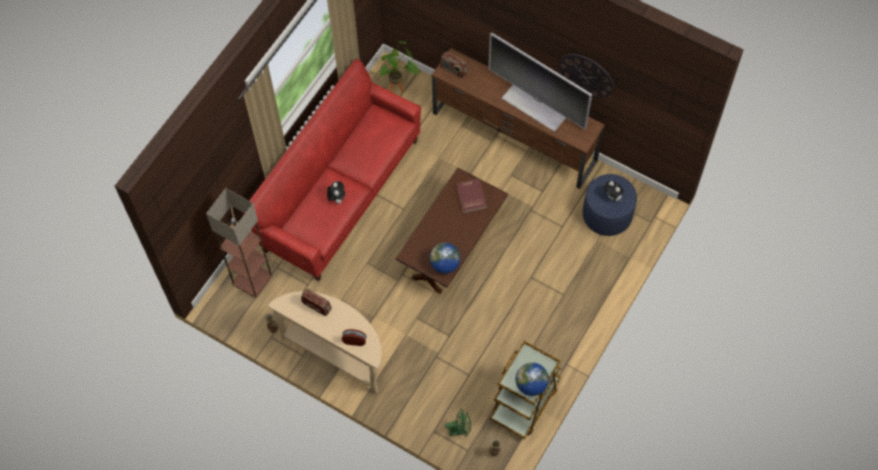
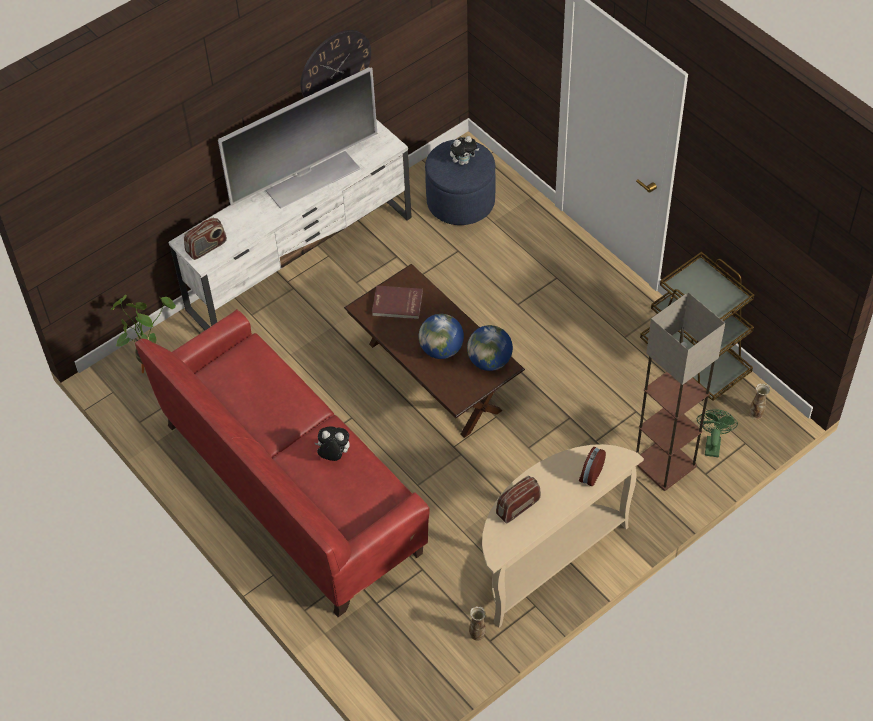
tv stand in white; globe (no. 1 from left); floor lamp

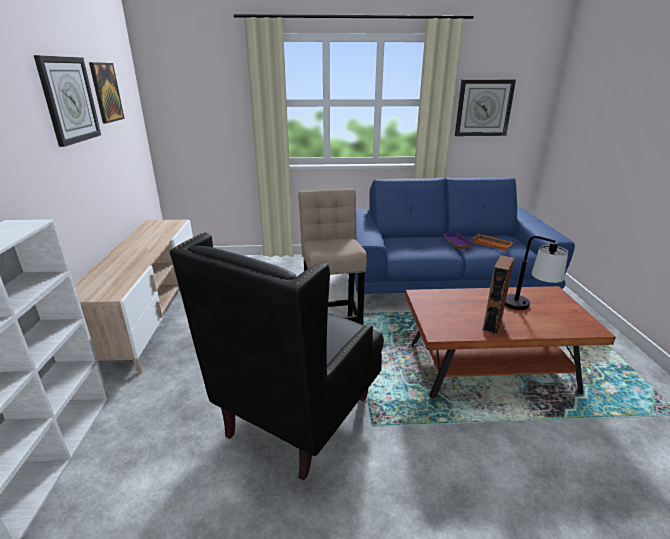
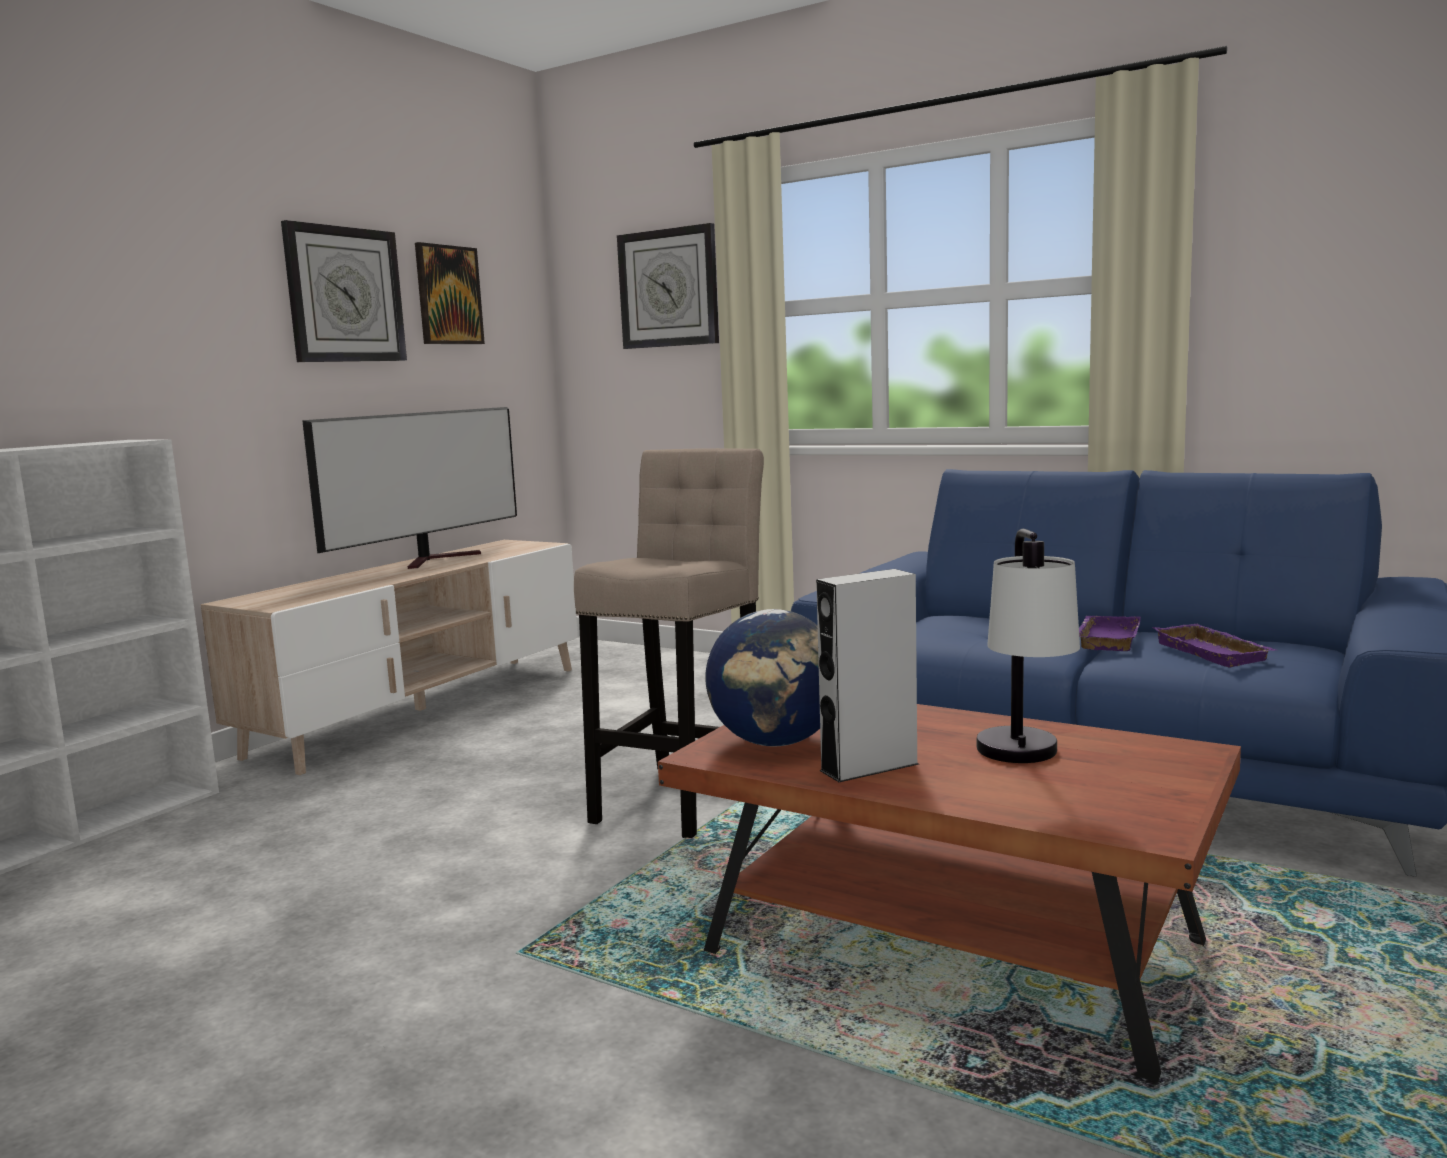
television; wall clock (no. 2 from left); globe; speaker in grey; tray in purple (no. 2 from left); armchair in black

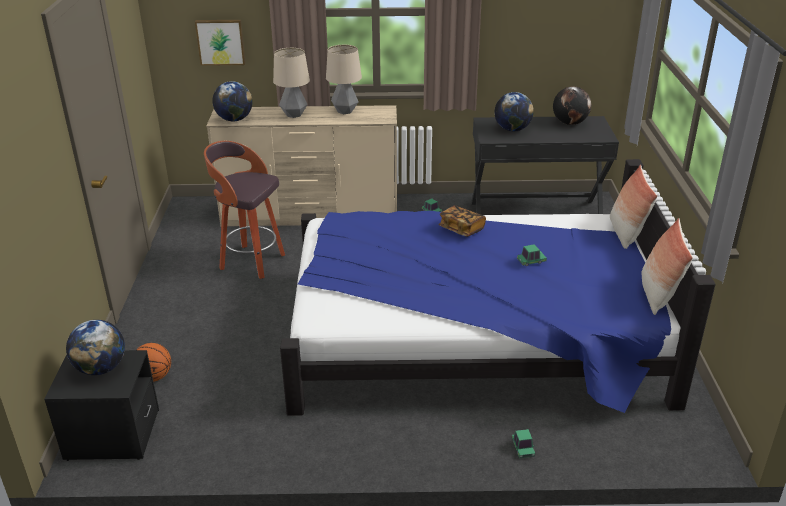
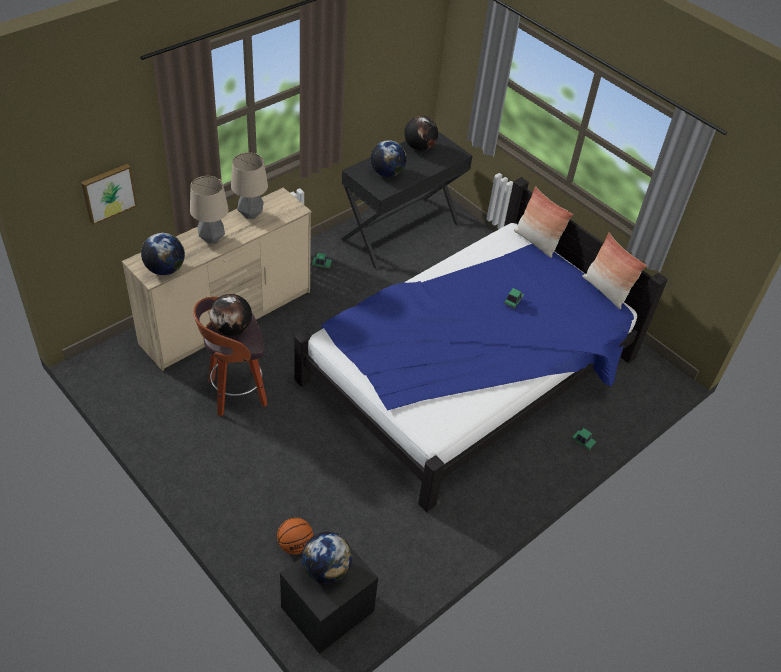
globe (no. 2 from left); book

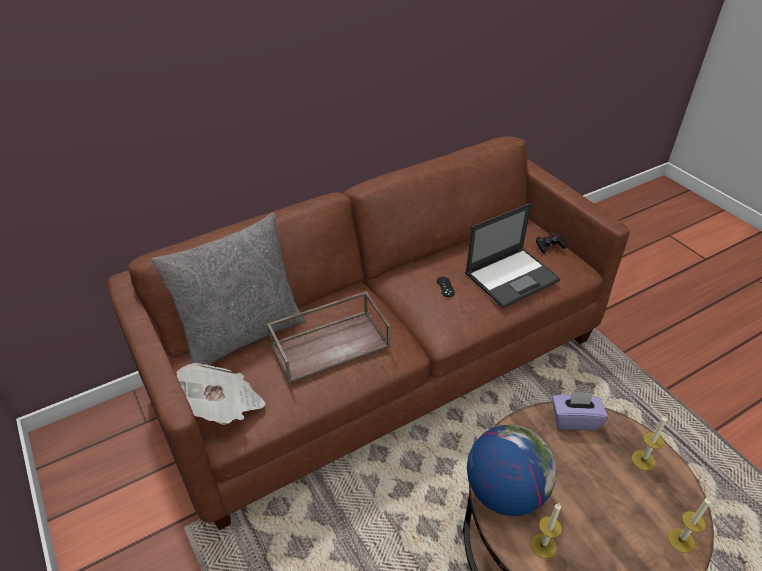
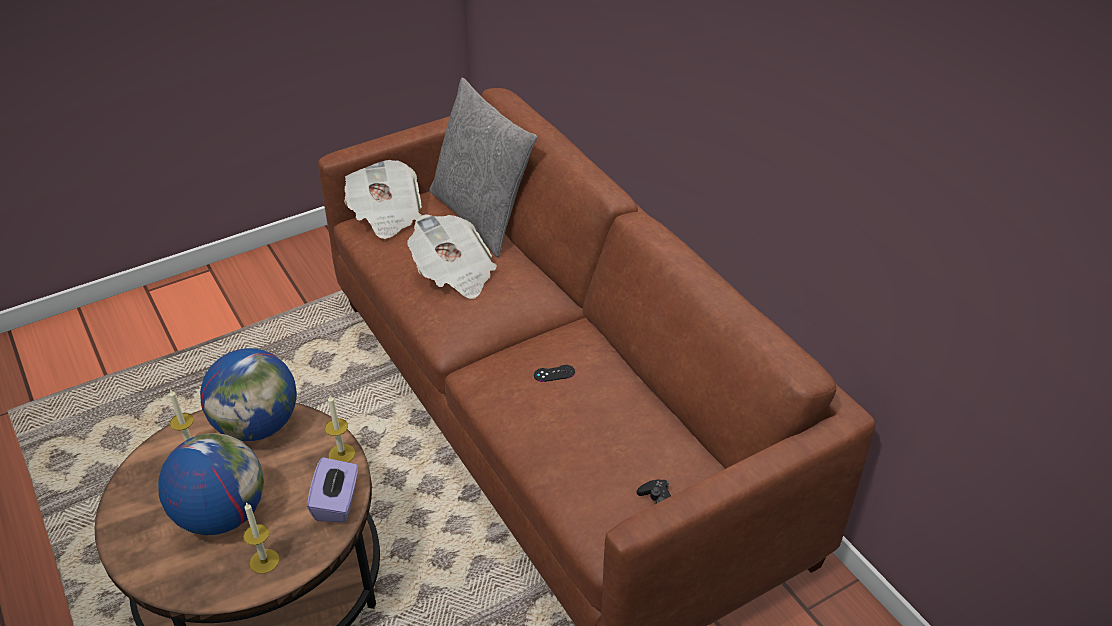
globe (no. 1 from left); candle (no. 3 from left); newspaper (no. 2 from left); laptop

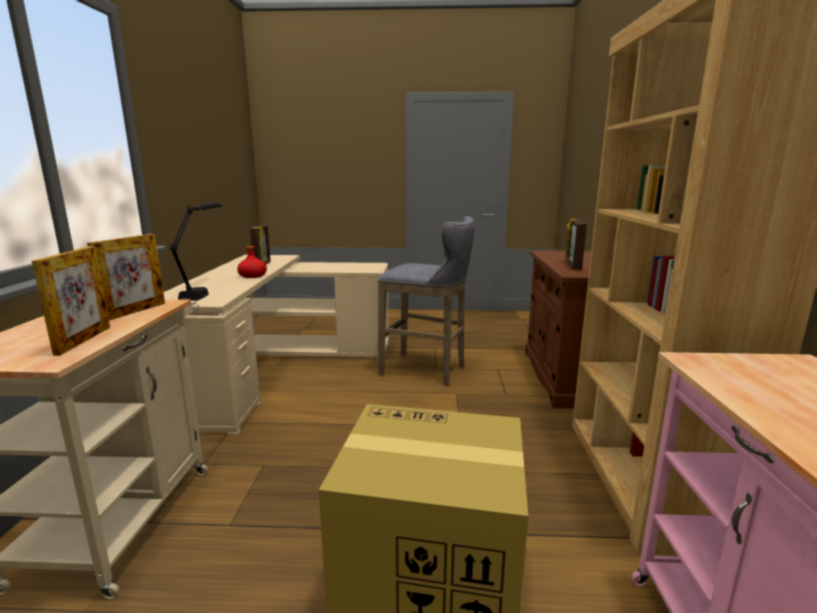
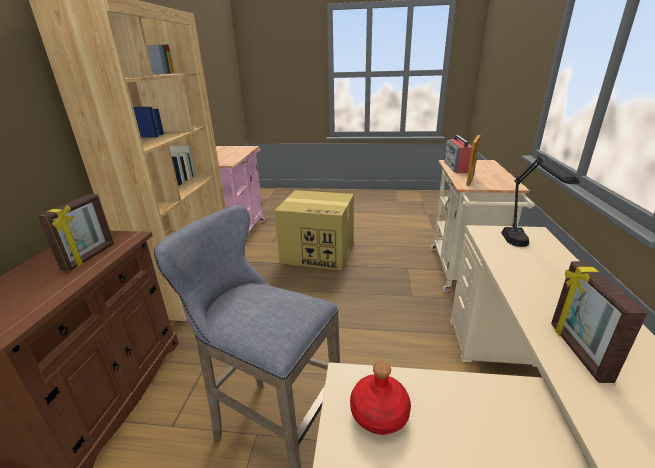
bottle in red; radio

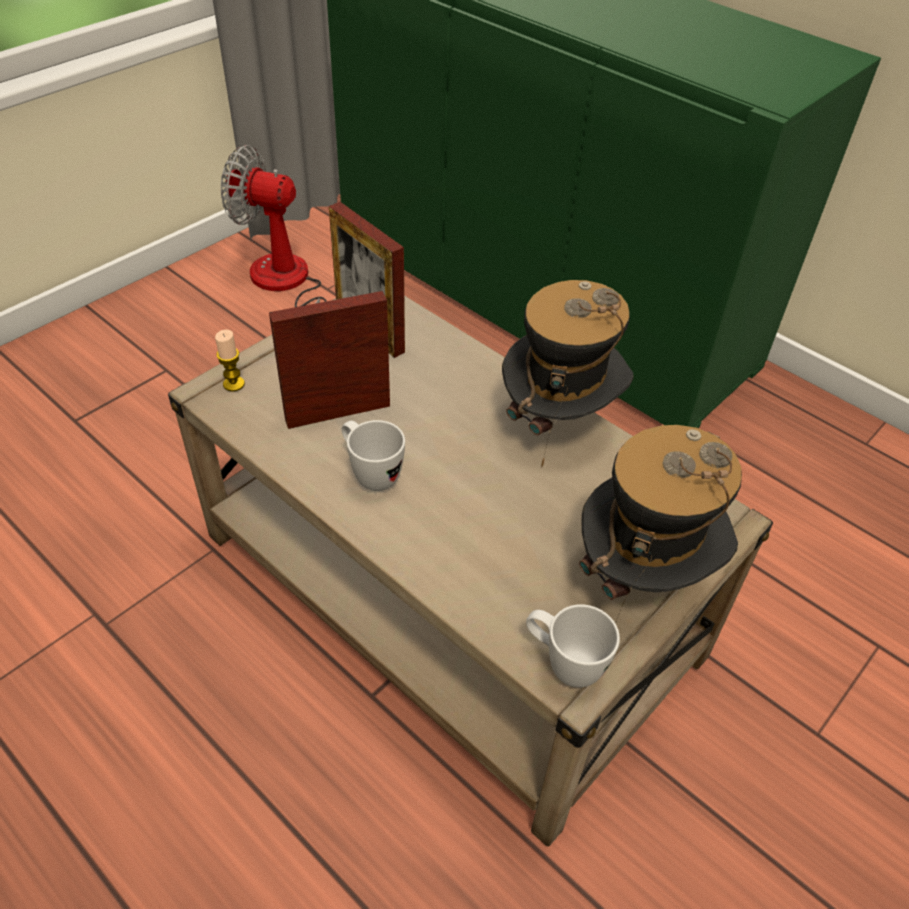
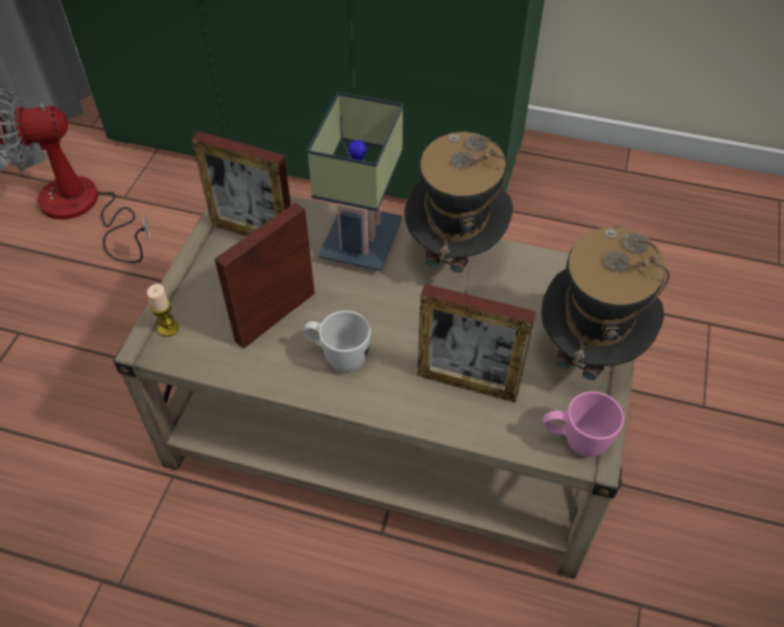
table lamp; picture frame (no. 3 from left); mug in pink

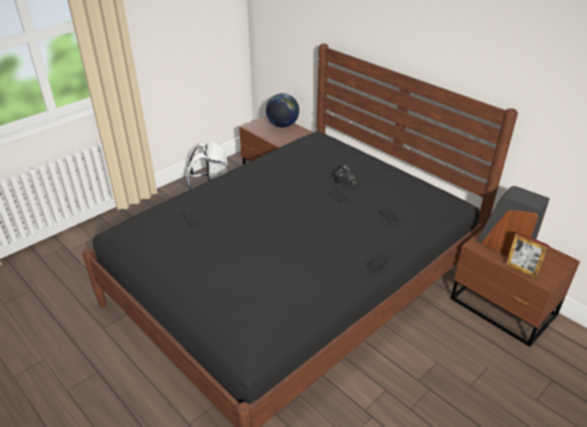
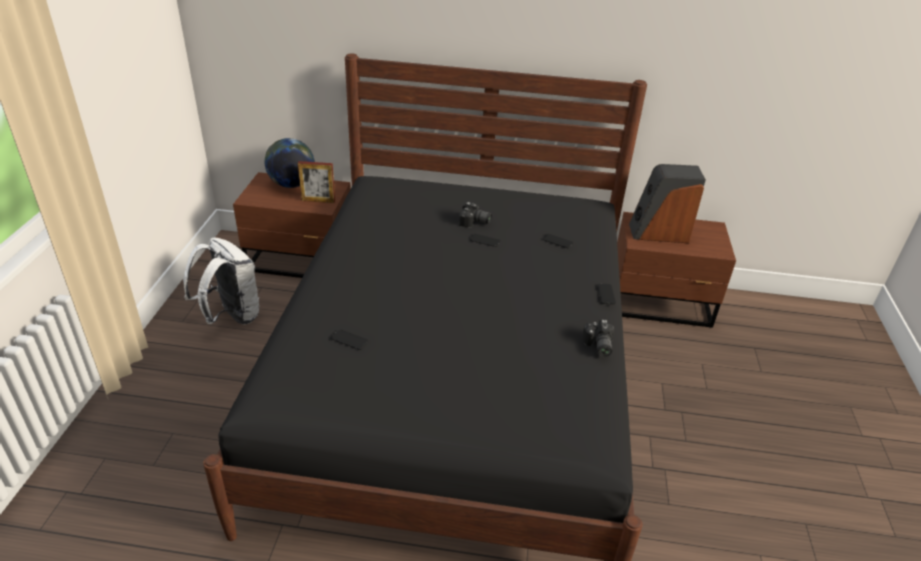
picture frame; photo camera (no. 2 from left)

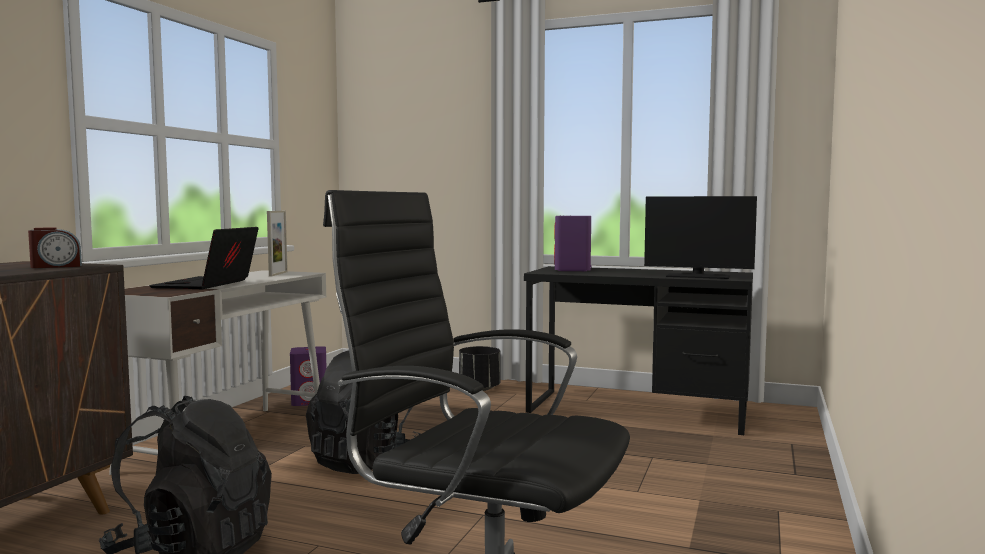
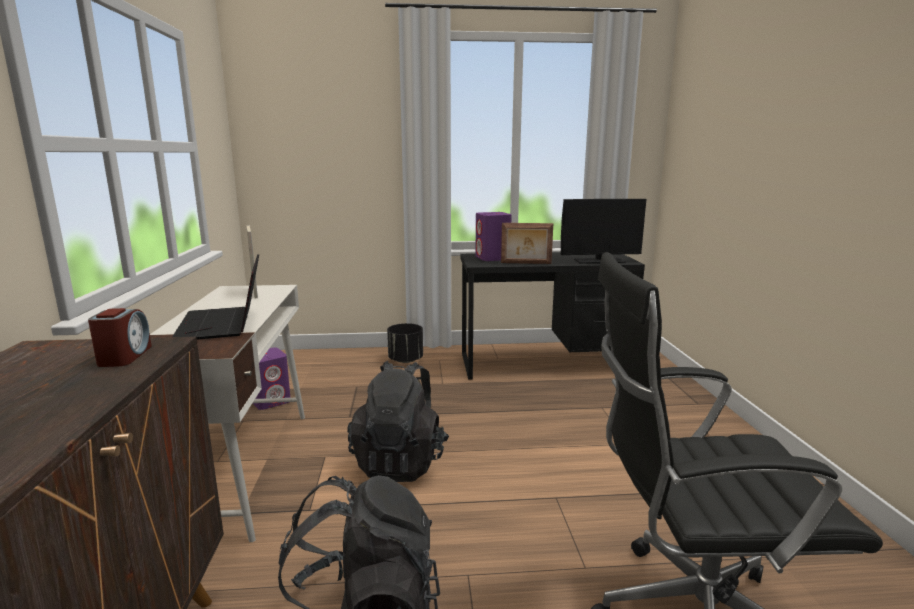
alarm clock; picture frame (no. 2 from left)

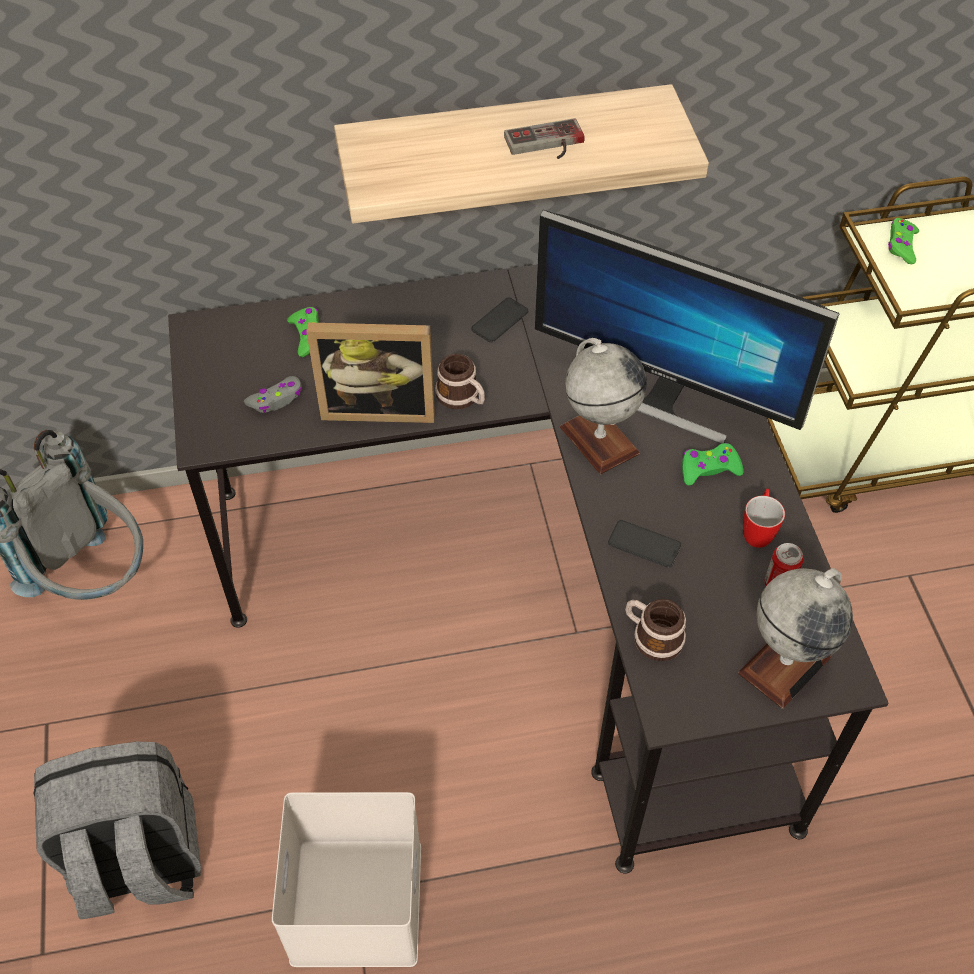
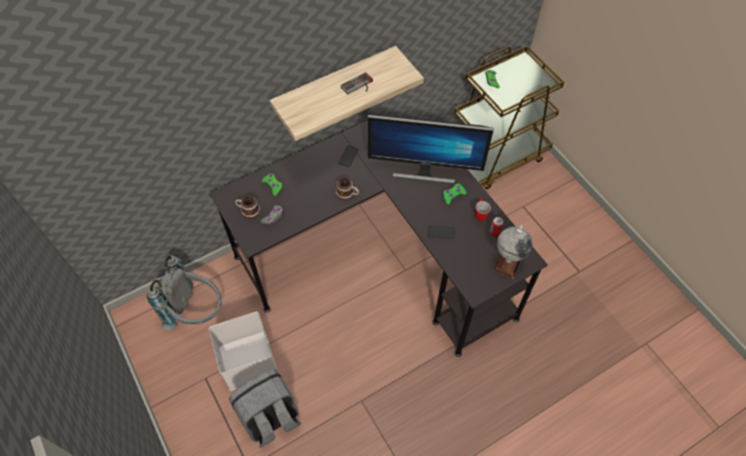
storage box in white; mug (no. 1 from left); picture frame; globe (no. 1 from left in the first image)

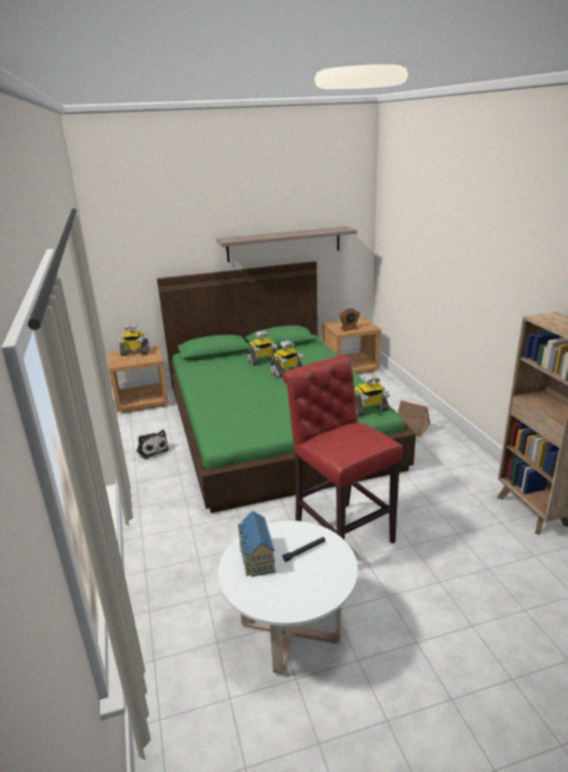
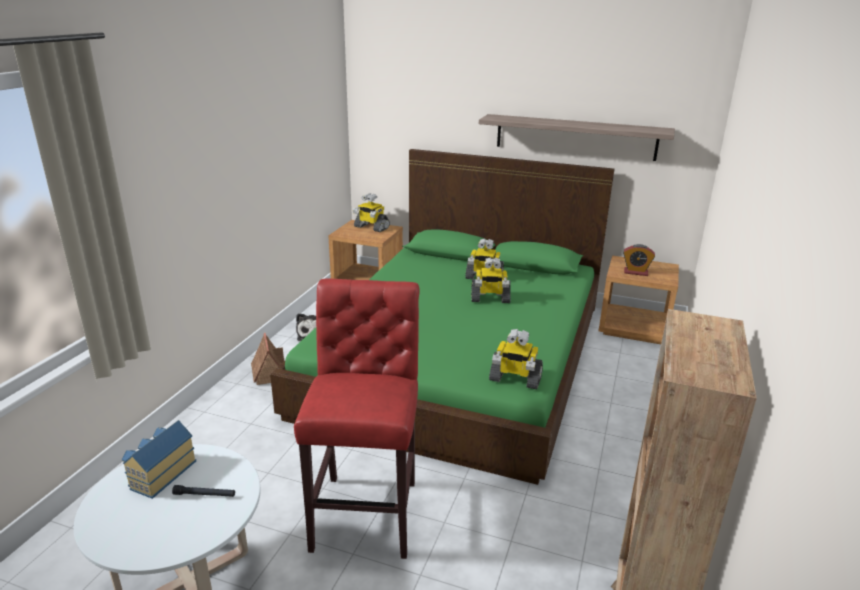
toy house (no. 2 from left)

